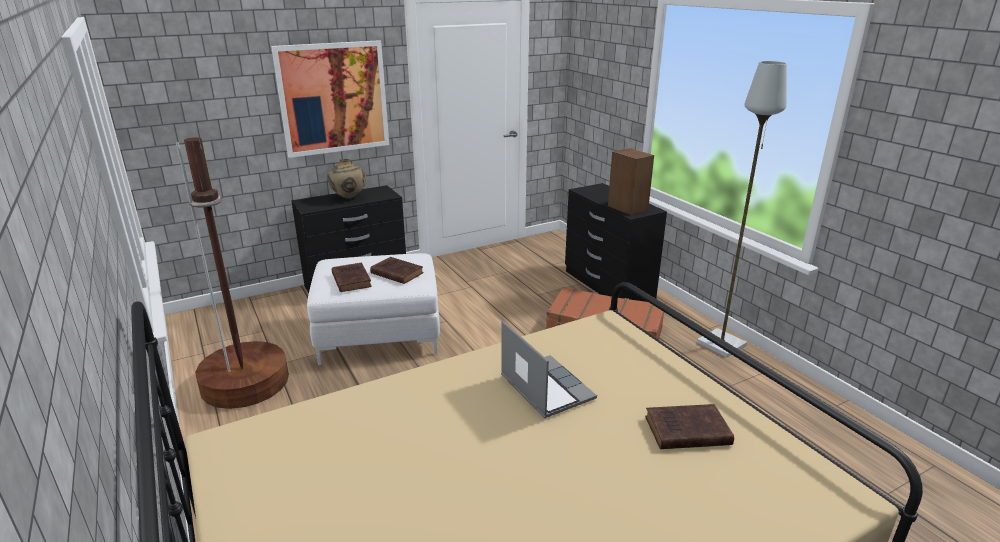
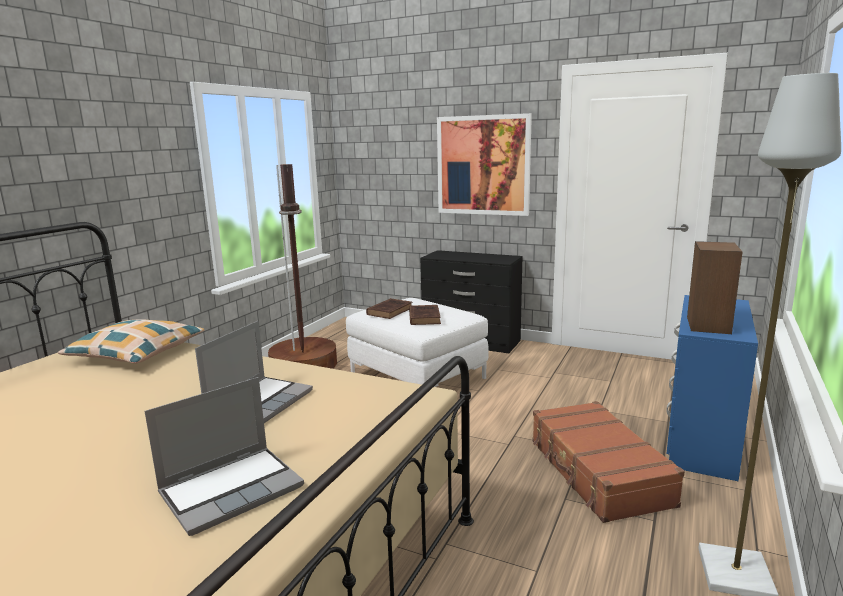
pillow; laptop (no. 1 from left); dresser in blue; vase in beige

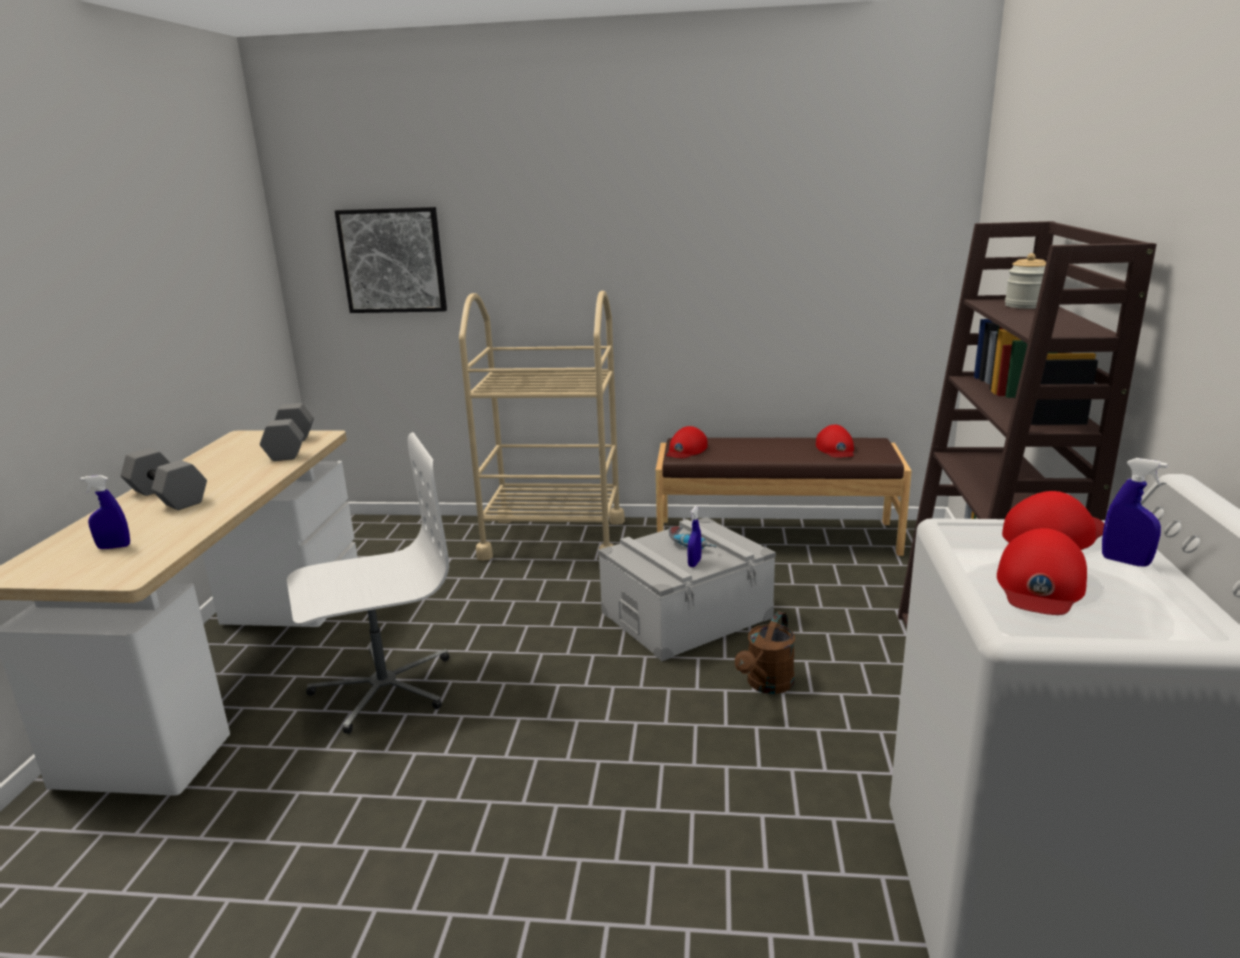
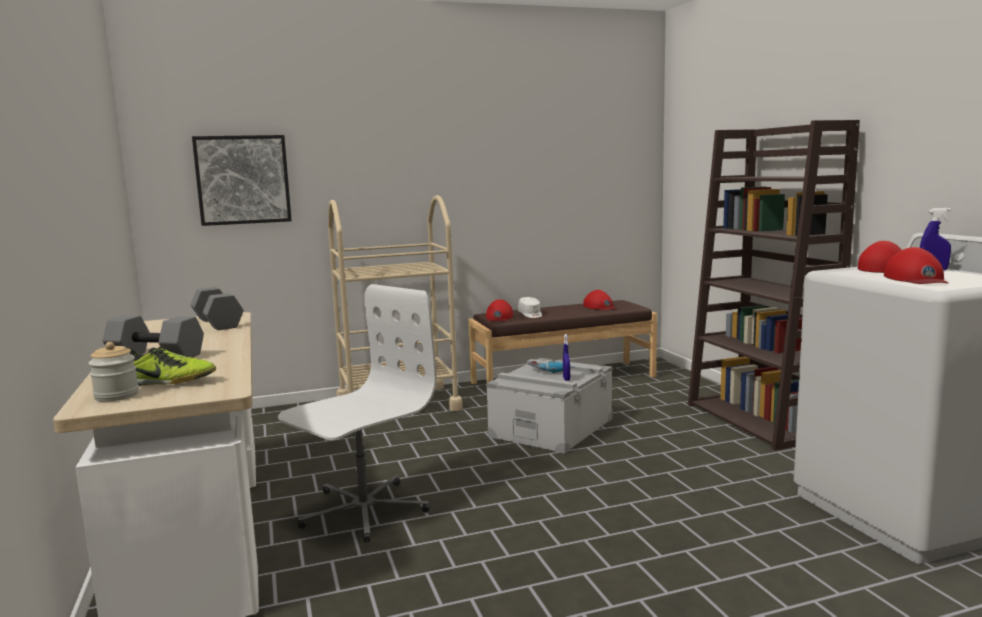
jar; shoe; cap in white; watering can in brown

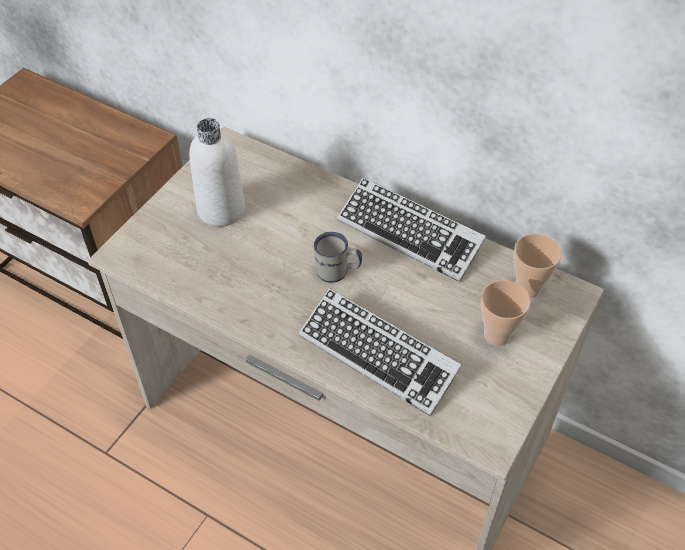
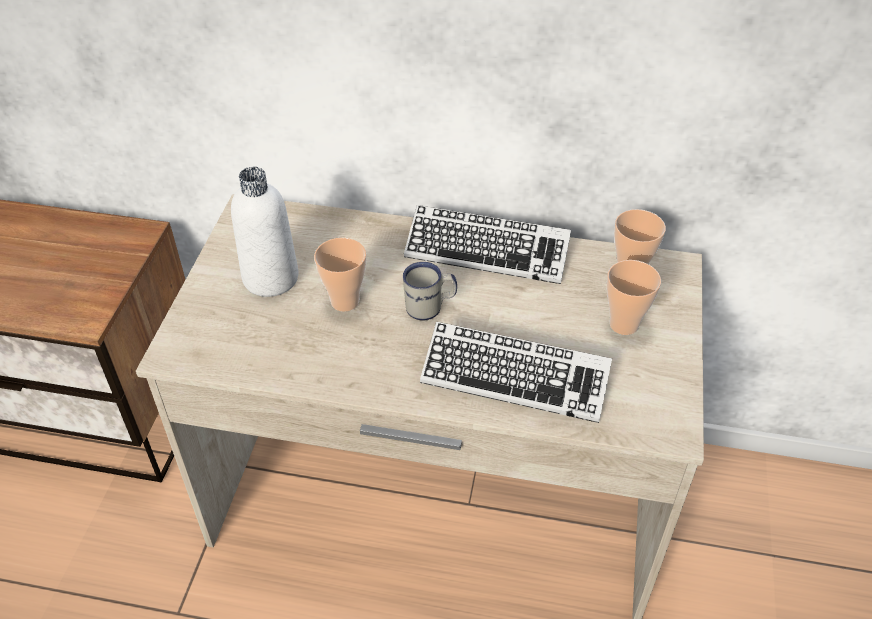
cup (no. 1 from left)

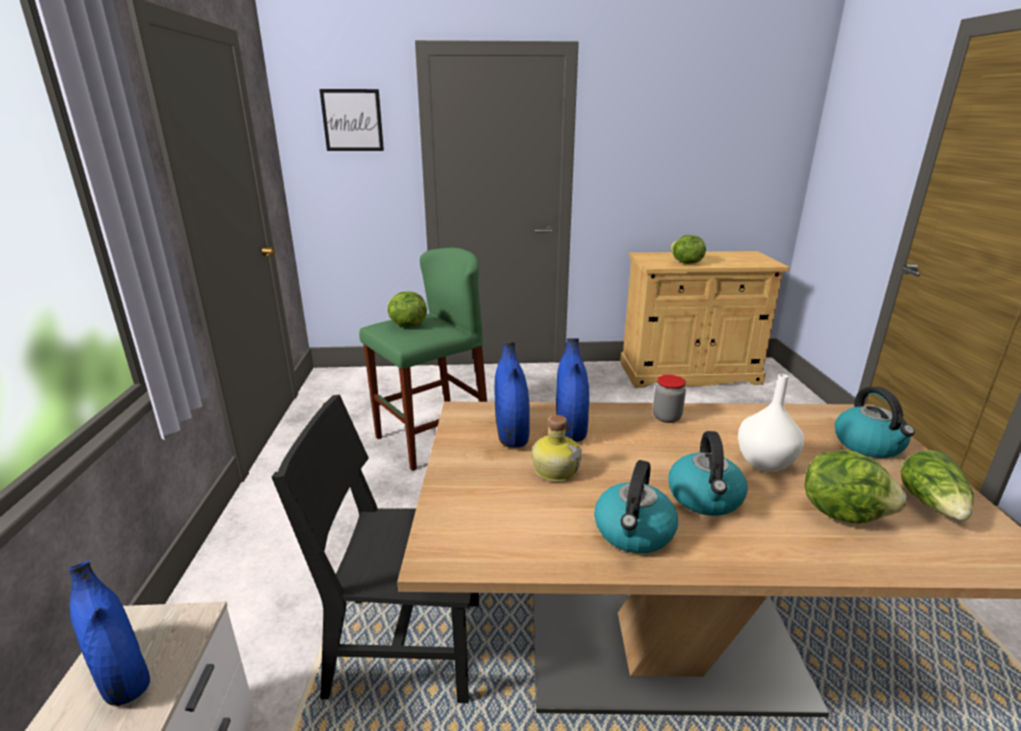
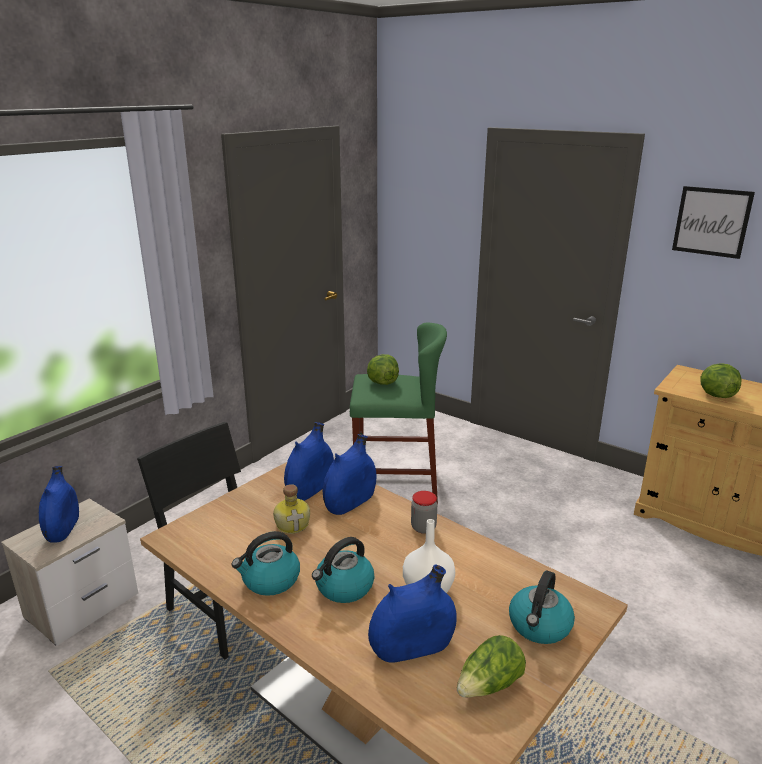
vase in blue (no. 4 from left); picture

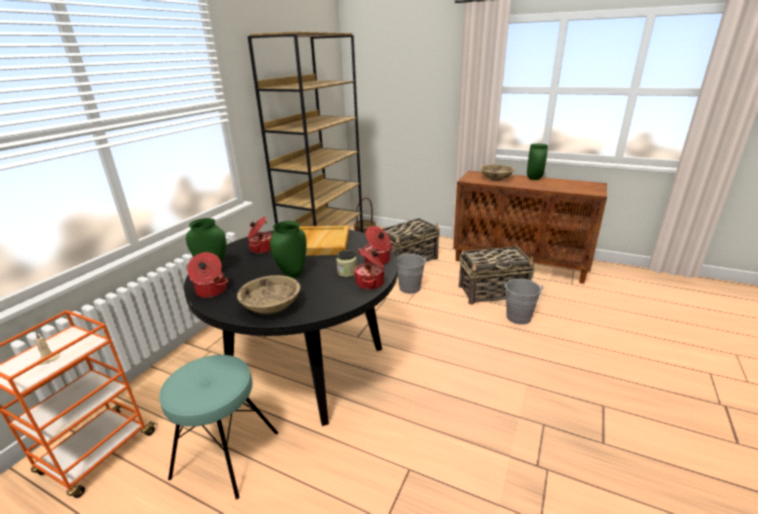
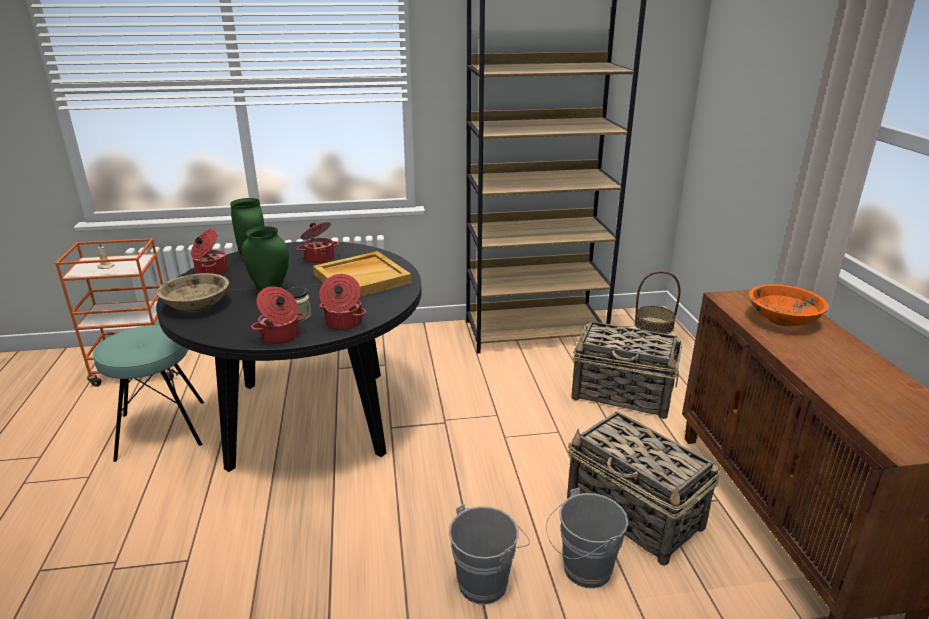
bucket in grey (no. 1 from left); bowl in orange; vase in green (no. 3 from left in the first image)

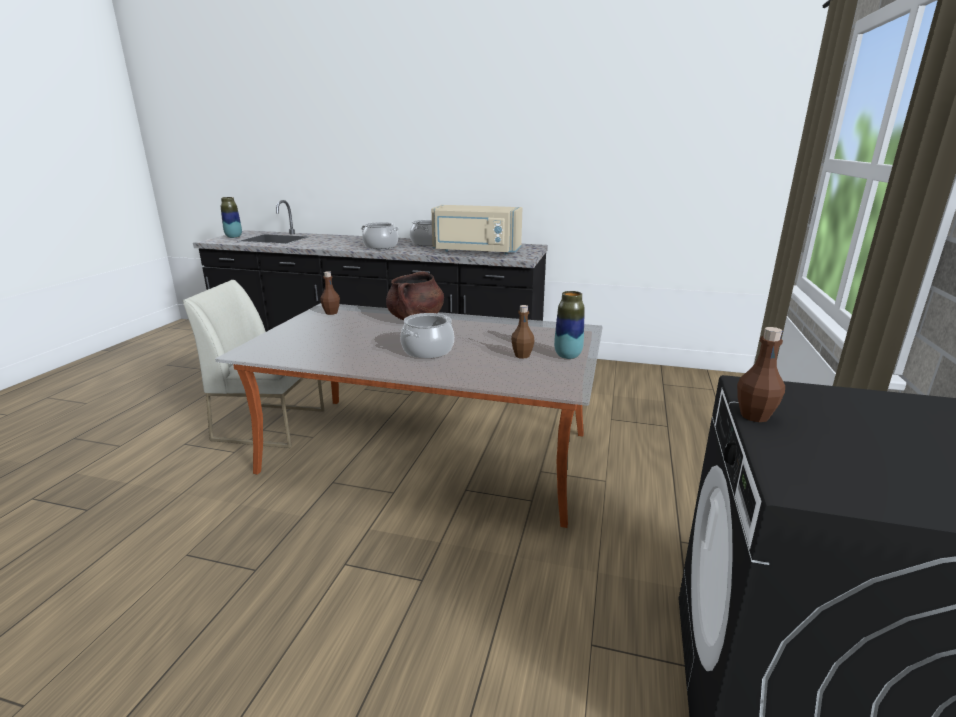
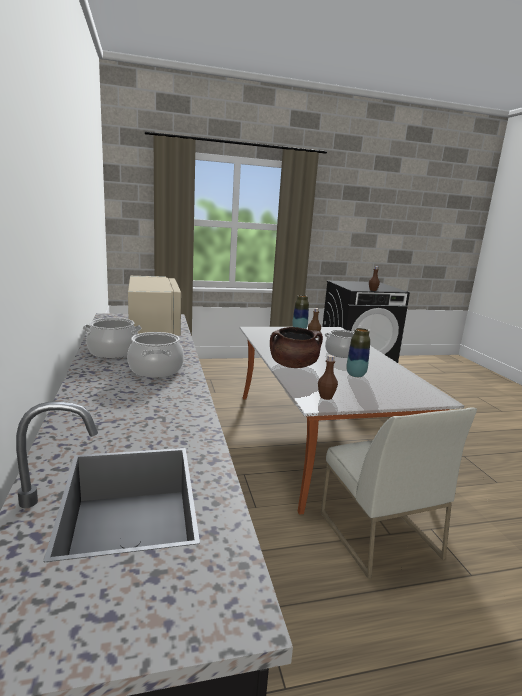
vase (no. 2 from left)

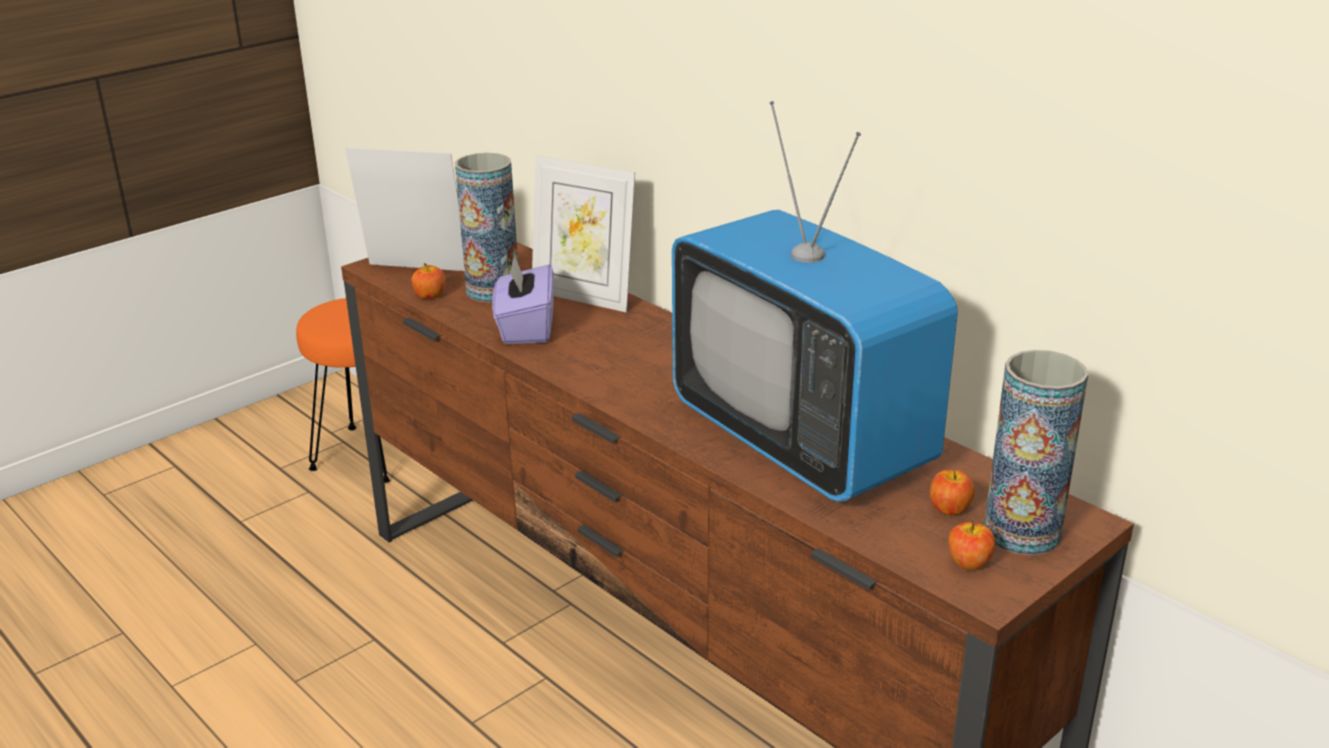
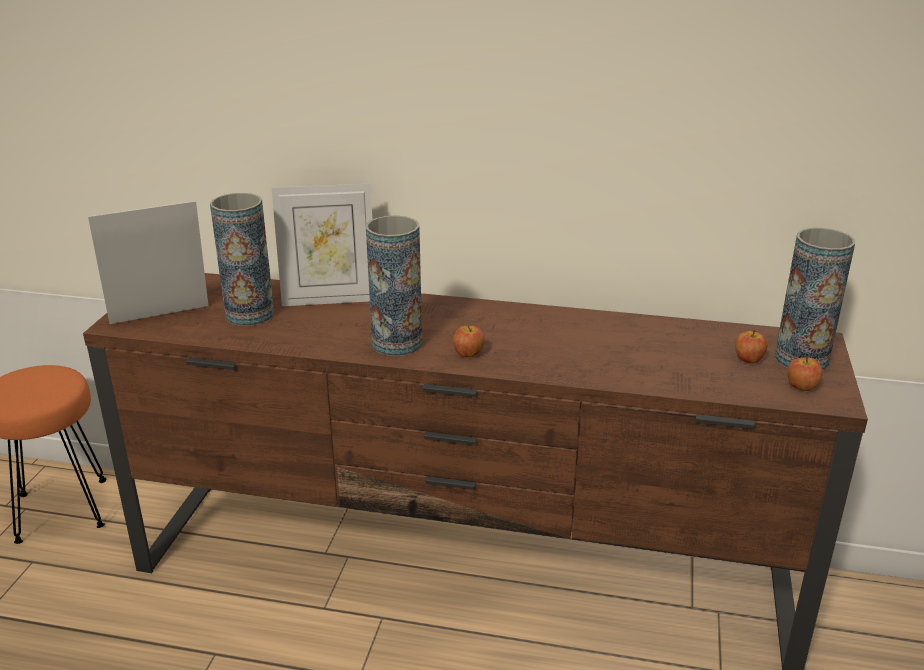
vase (no. 2 from left); apple (no. 1 from left); tissue box in purple; television

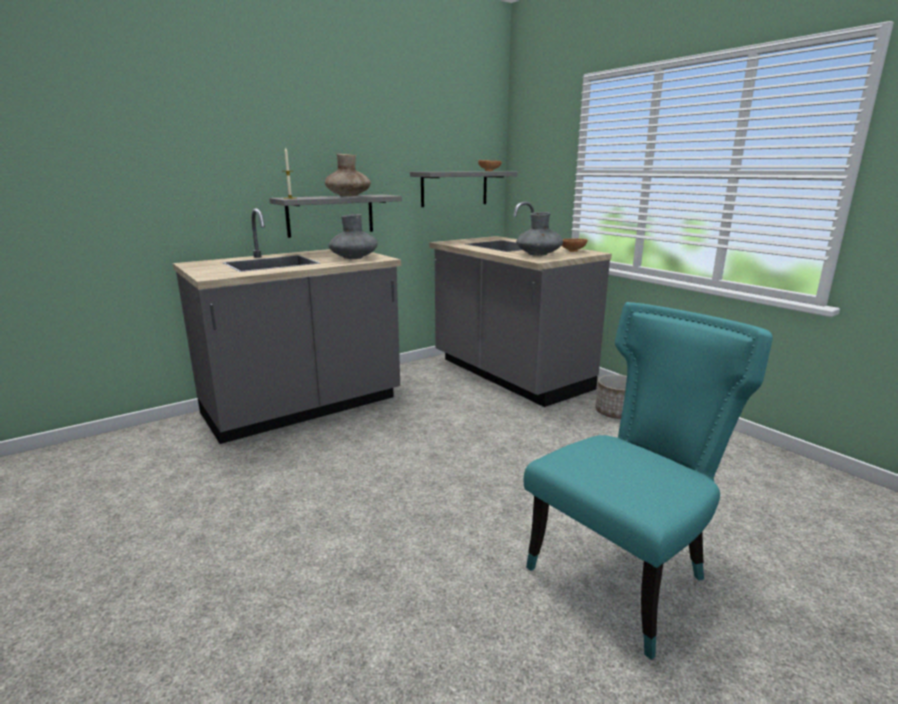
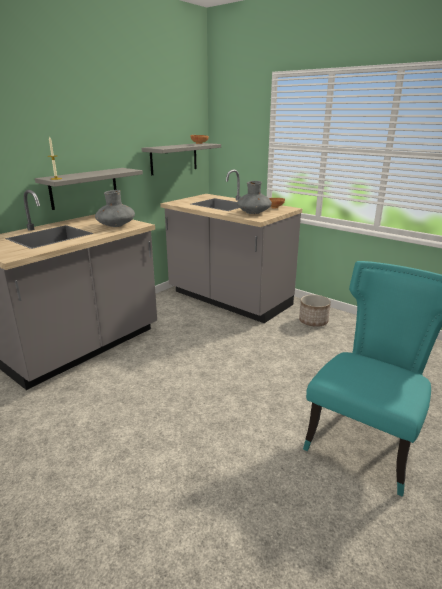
vase in brown

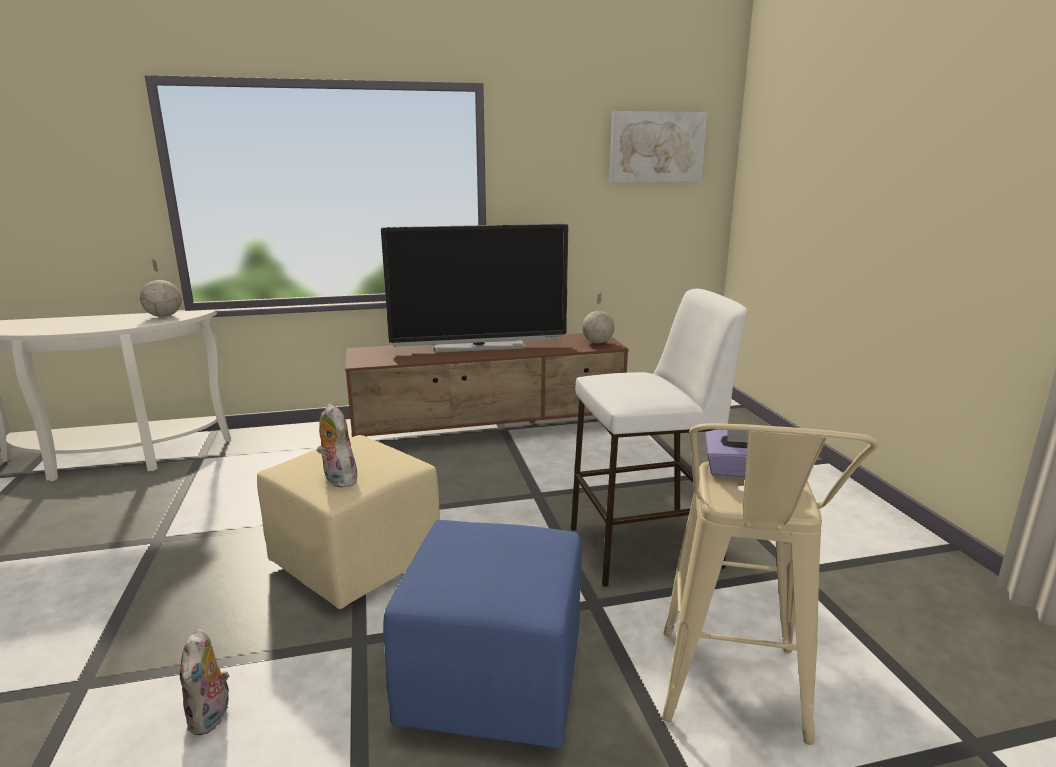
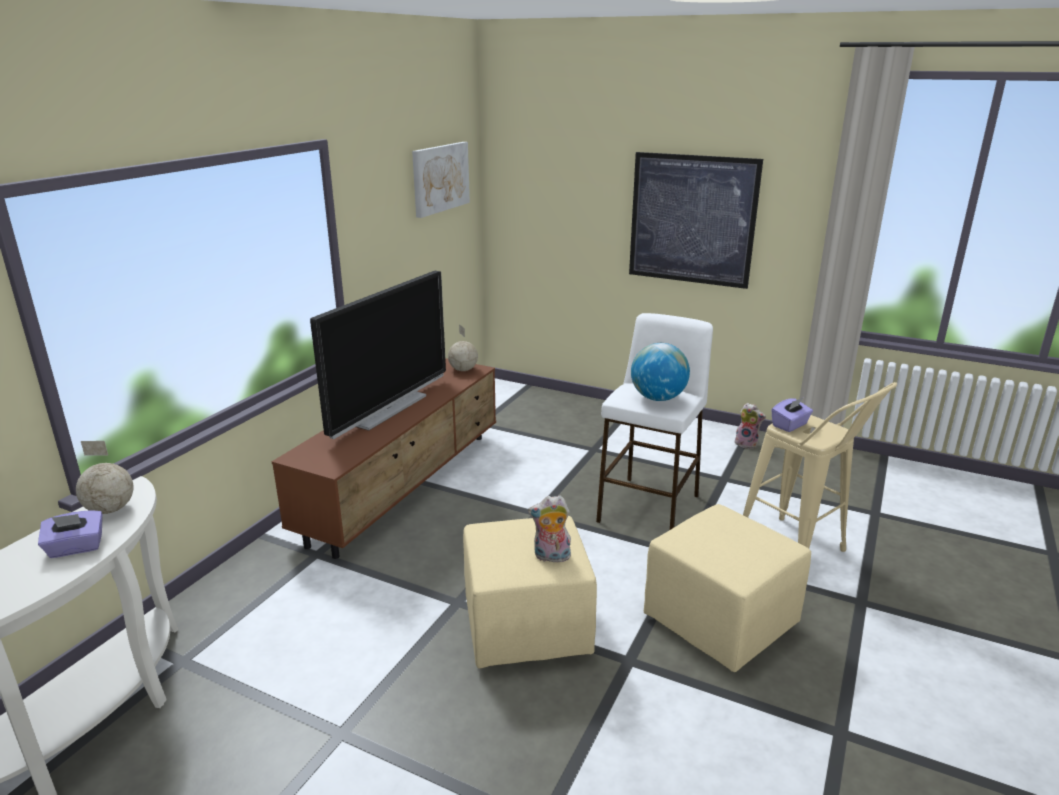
tissue box in purple (no. 1 from left); picture (no. 2 from left); globe (no. 3 from left); ottoman in beige (no. 2 from left); plush toy (no. 2 from left)

